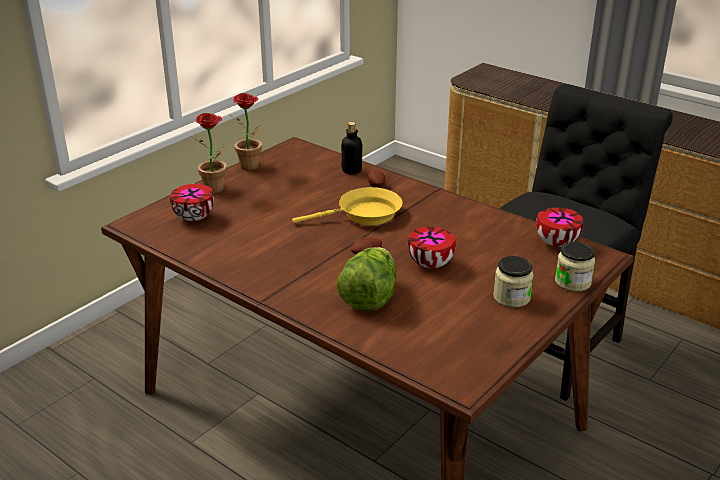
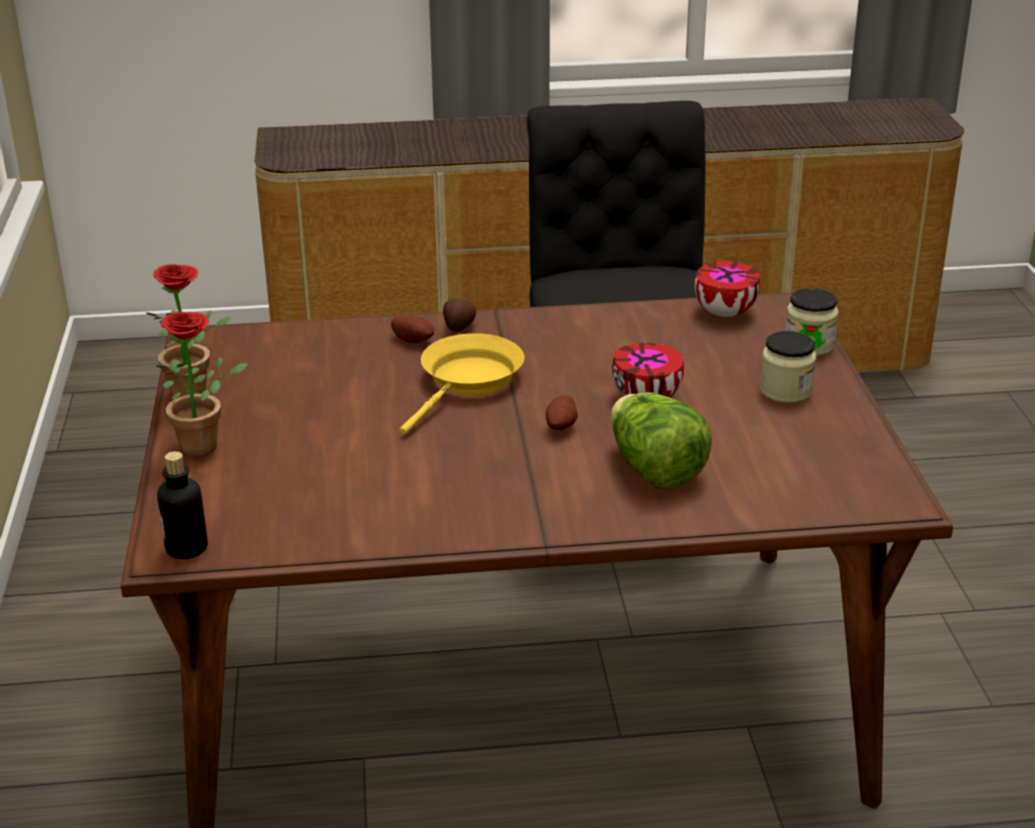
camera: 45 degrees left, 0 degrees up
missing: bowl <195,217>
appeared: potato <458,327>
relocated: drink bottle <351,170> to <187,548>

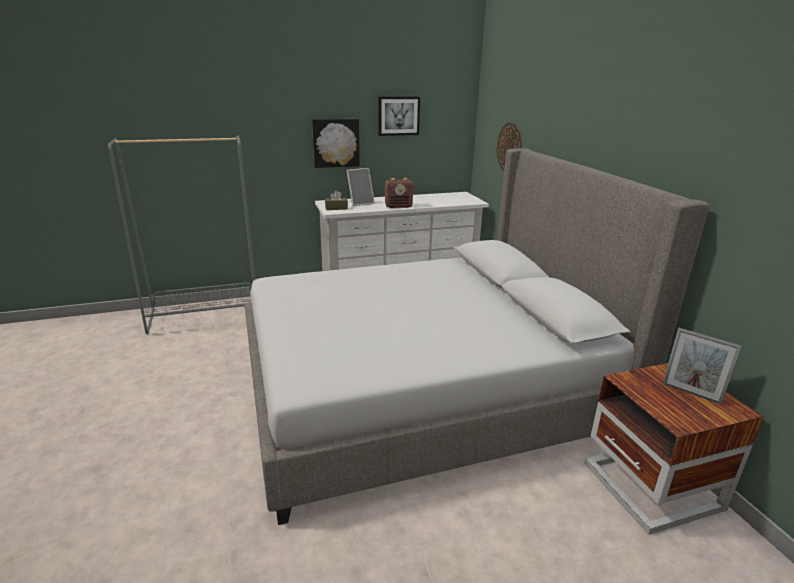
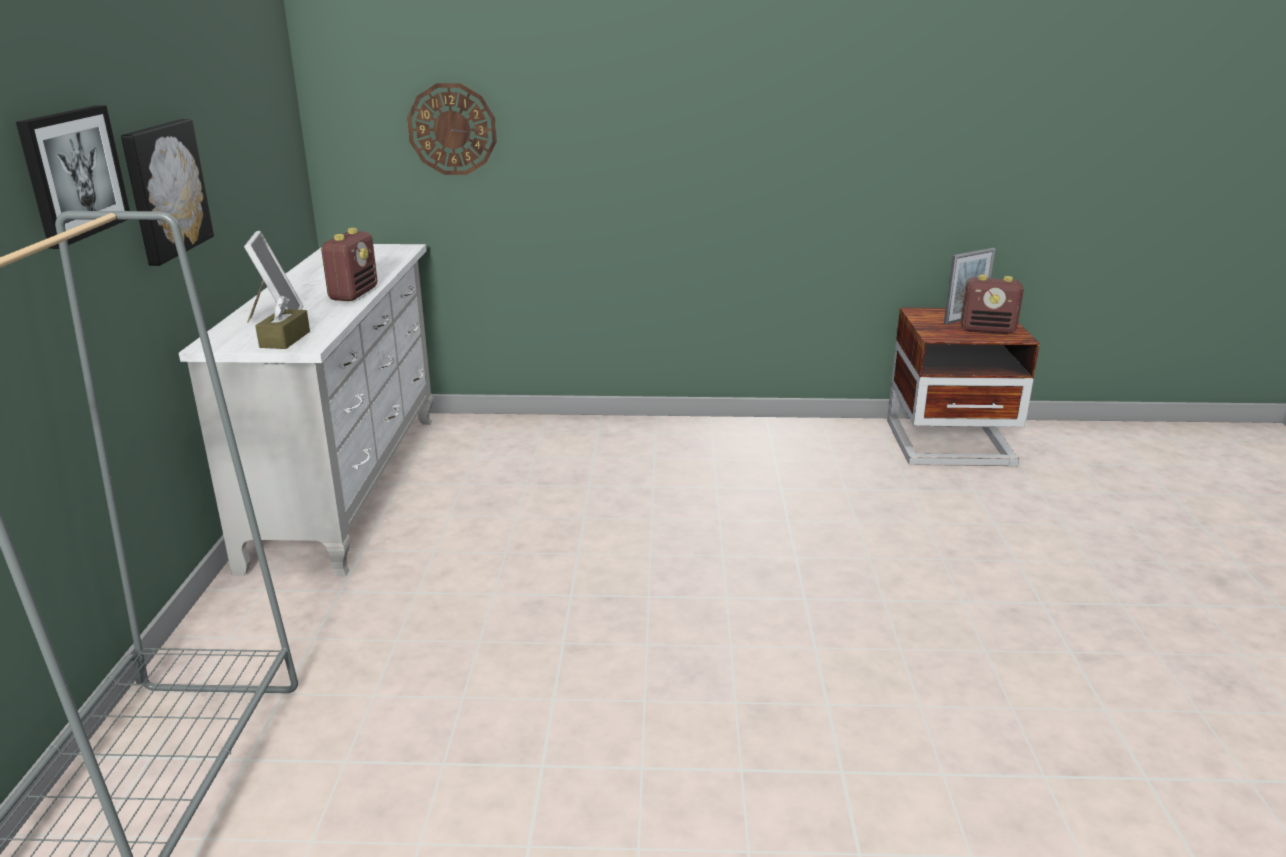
camera: 70 degrees left, 0 degrees up
missing: sleeping bed <423,389>
appeared: radio <988,330>
relocated: picture <398,116> to <73,174>

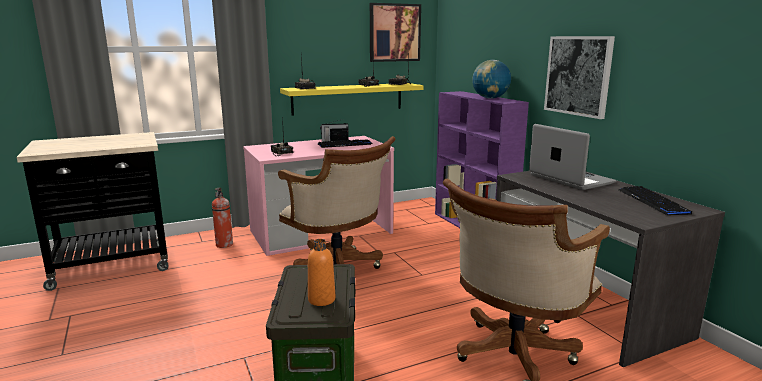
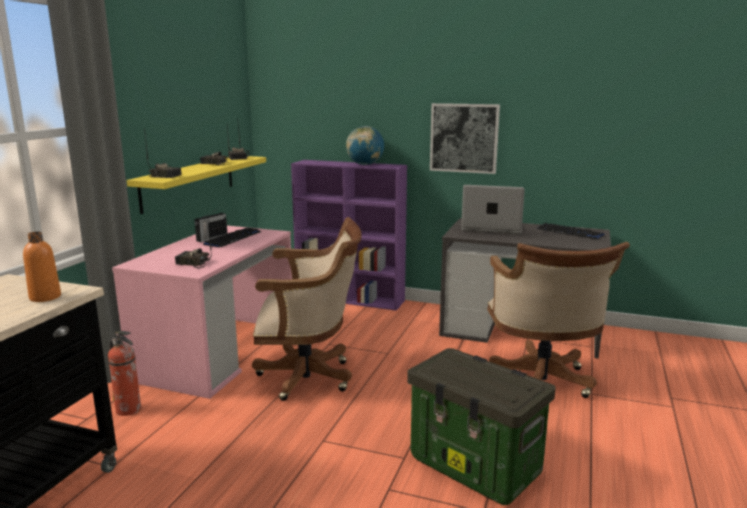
camera: 45 degrees left, 0 degrees up
missing: picture <394,32>
relocated: drink bottle (orange-coloured) <321,299> to <45,297>

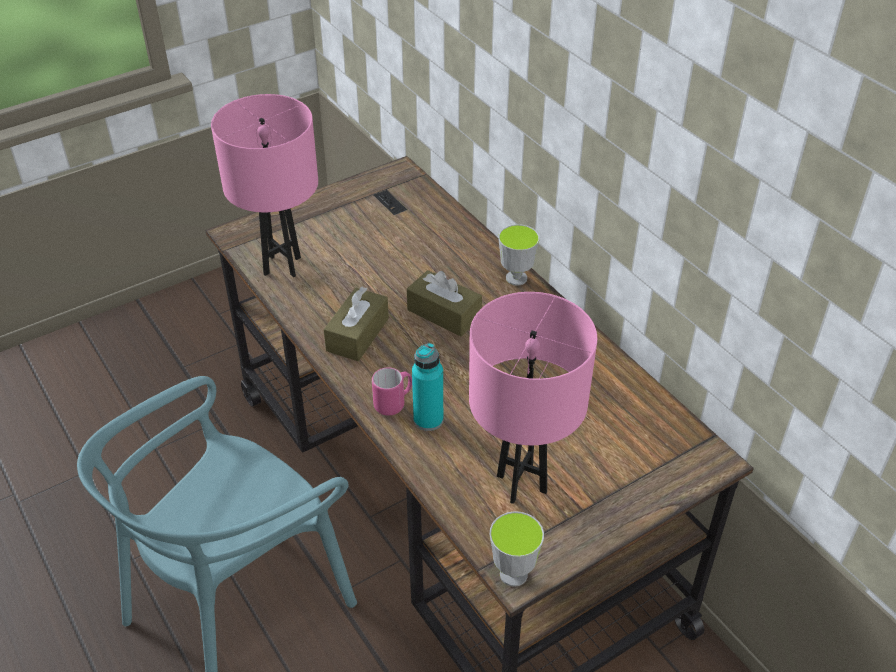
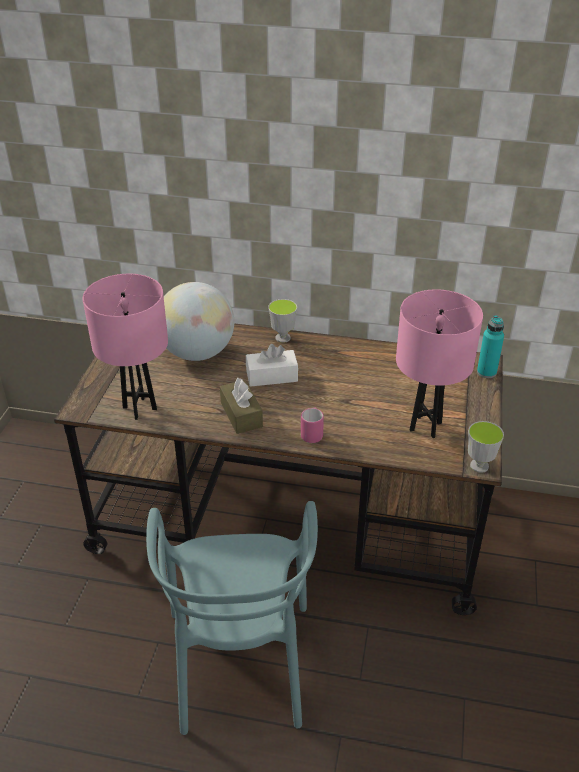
camera: 45 degrees left, 5 degrees down
appeared: world globe <197,353>
relocated: drink bottle (turquoise) <428,419> to <486,372>
colour: box of tissues (brown) <444,313> to box of tissues (whitish) <271,376>

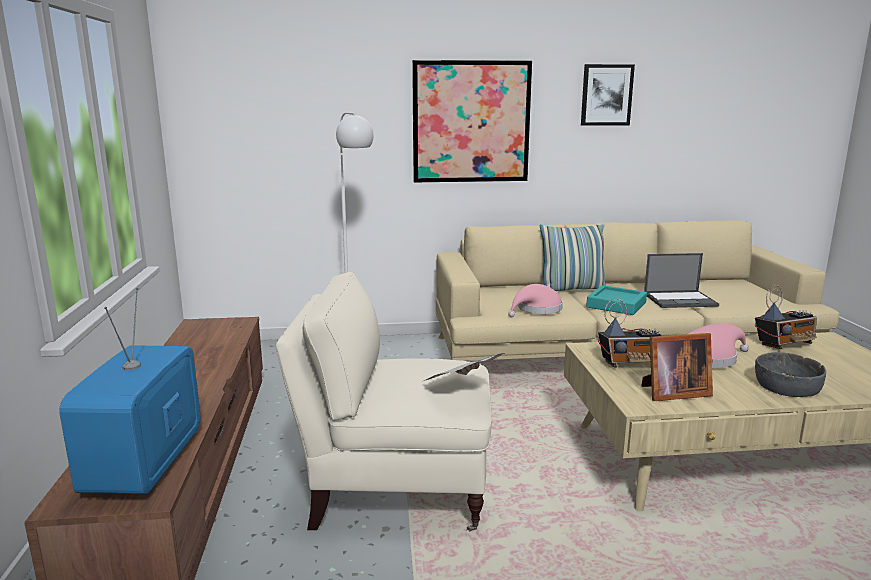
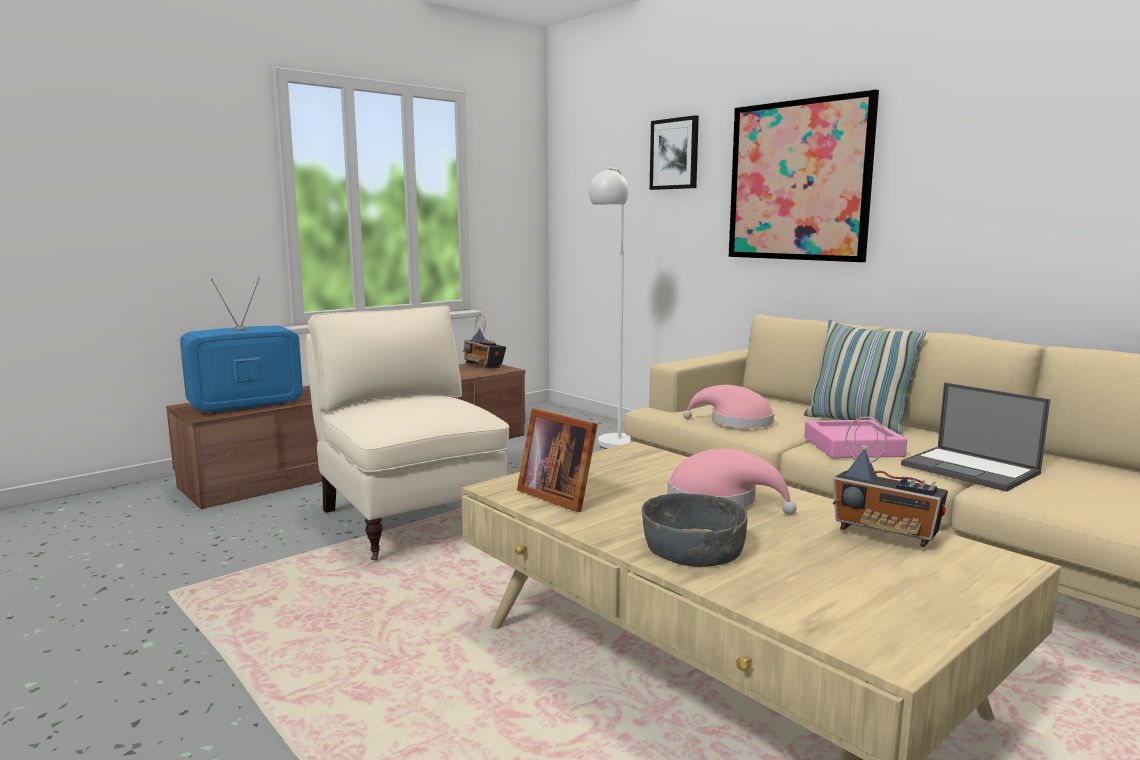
camera: 55 degrees right, 5 degrees down
missing: printed paper <462,388>
relocated: picture <606,95> to <674,154>; radio <630,363> to <484,366>
colour: carrying tray (turquoise) <616,305> to carrying tray (pink-coloured) <852,447>

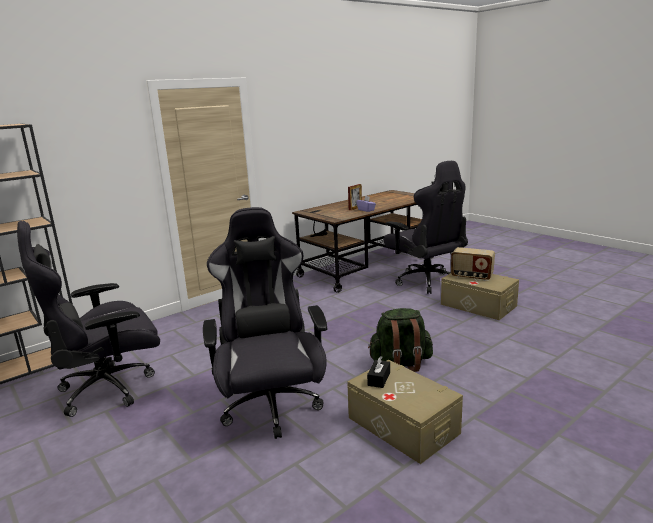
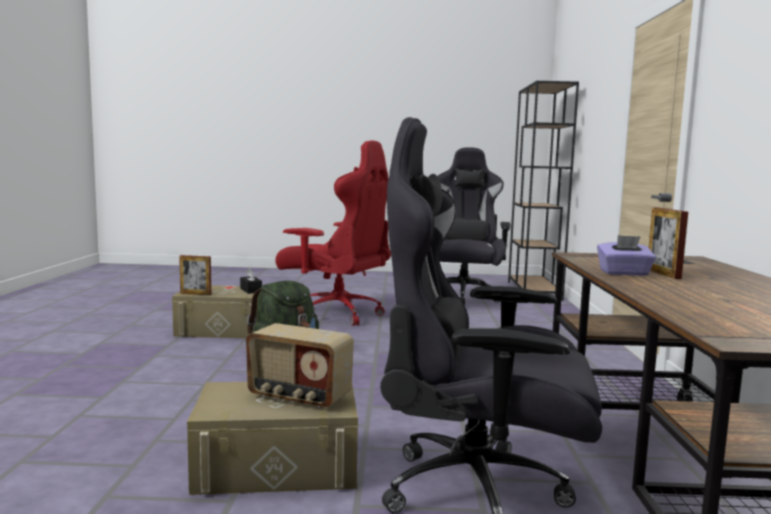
camera: 130 degrees right, 10 degrees down
appeared: standing frame <195,293>
colour: computer chair (black) <273,411> to computer chair (red) <333,314>
spun: radio <471,276> = <298,397> 135 degrees counterclockwise

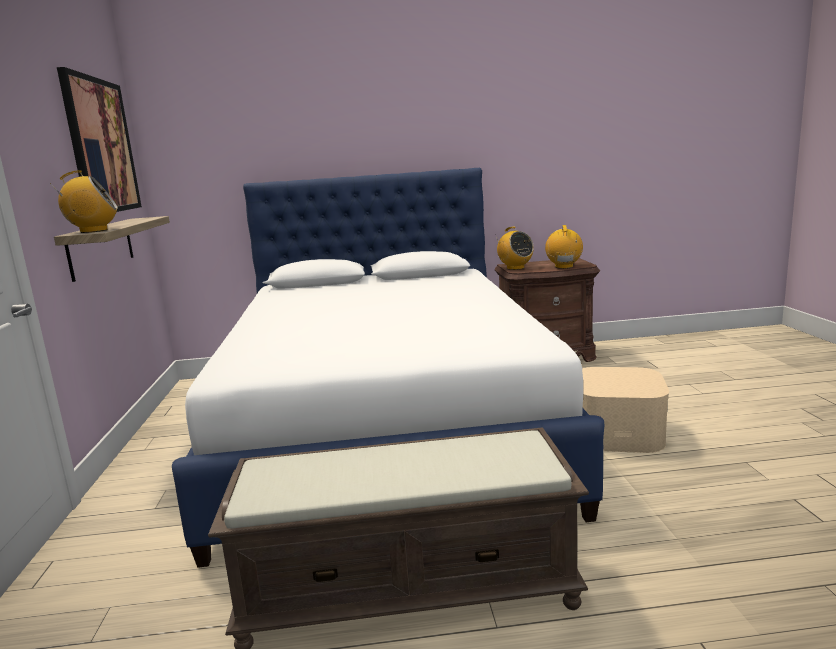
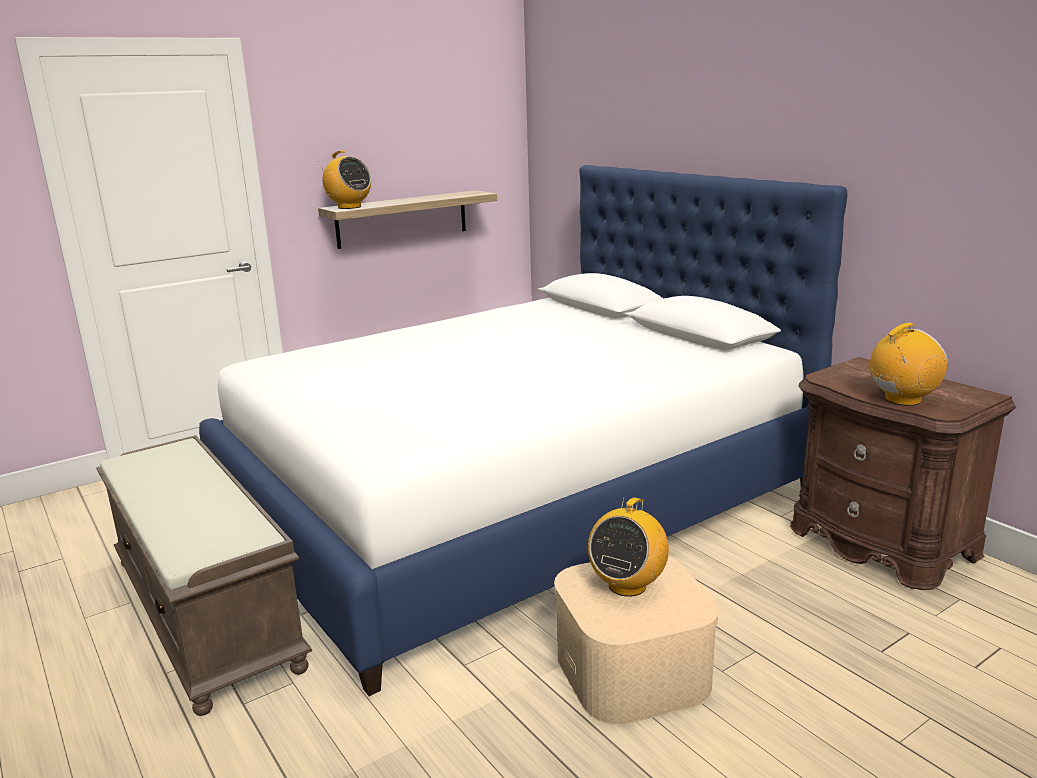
camera: 60 degrees right, 5 degrees up
missing: picture <101,146>
relocated: radio <515,268> to <627,585>

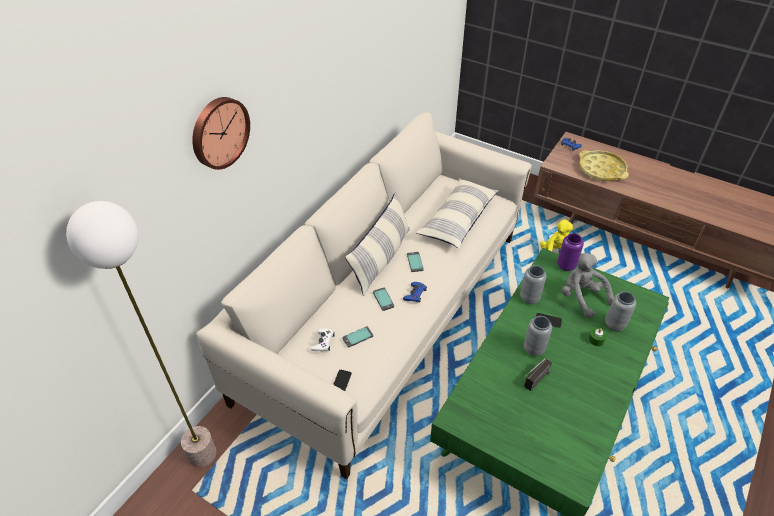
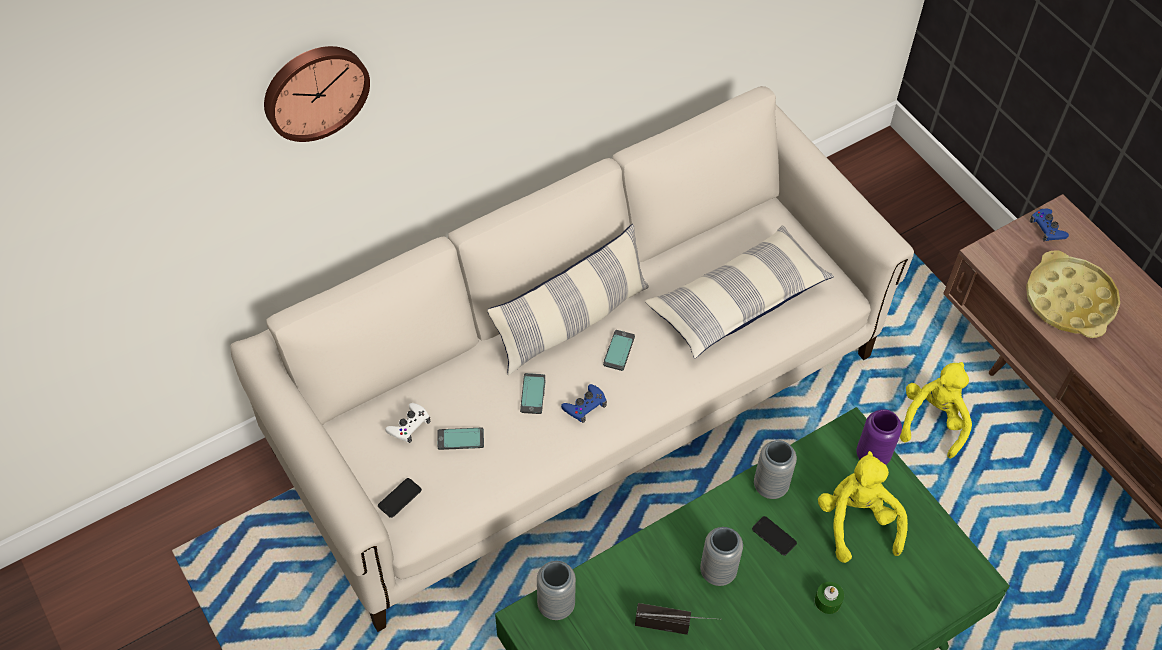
camera: 25 degrees right, 10 degrees up
missing: floor lamp <202,453>
relocated: flower vase (grey) <614,324> to <556,605>
colour: plush toy (grey) <581,297> to plush toy (yellow) <857,521>
spun: radio <532,385> = <676,625> 150 degrees counterclockwise

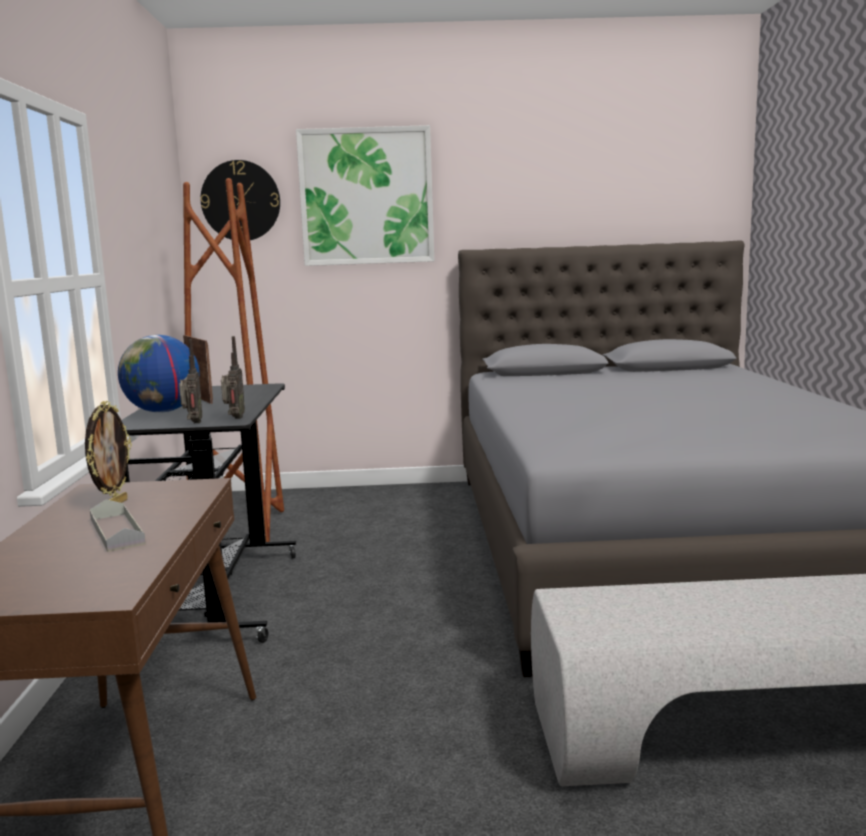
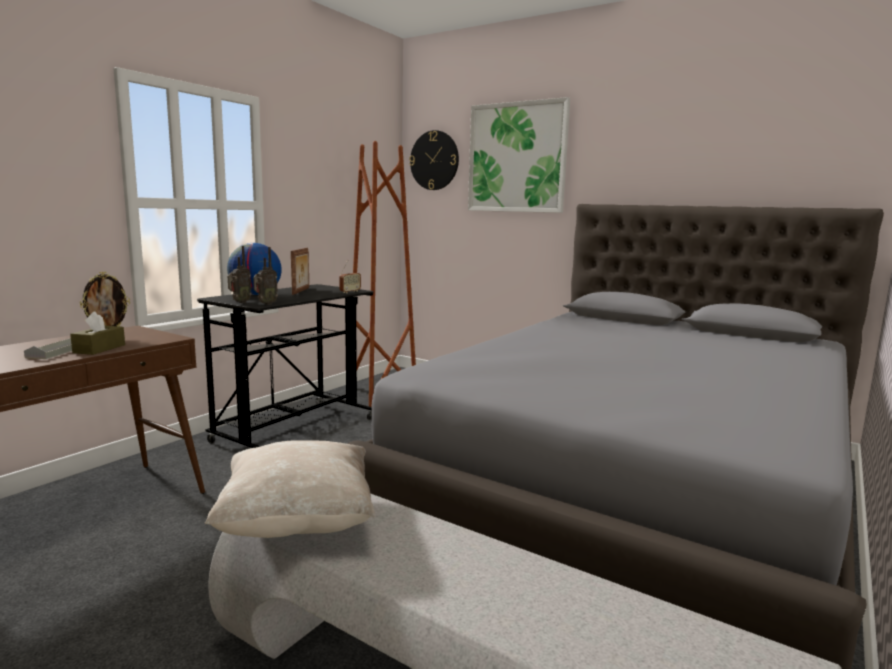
camera: 35 degrees right, 0 degrees up
appeared: radio <350,292>; box of tissues (brown) <99,349>; throw pillow (beige) <297,522>

